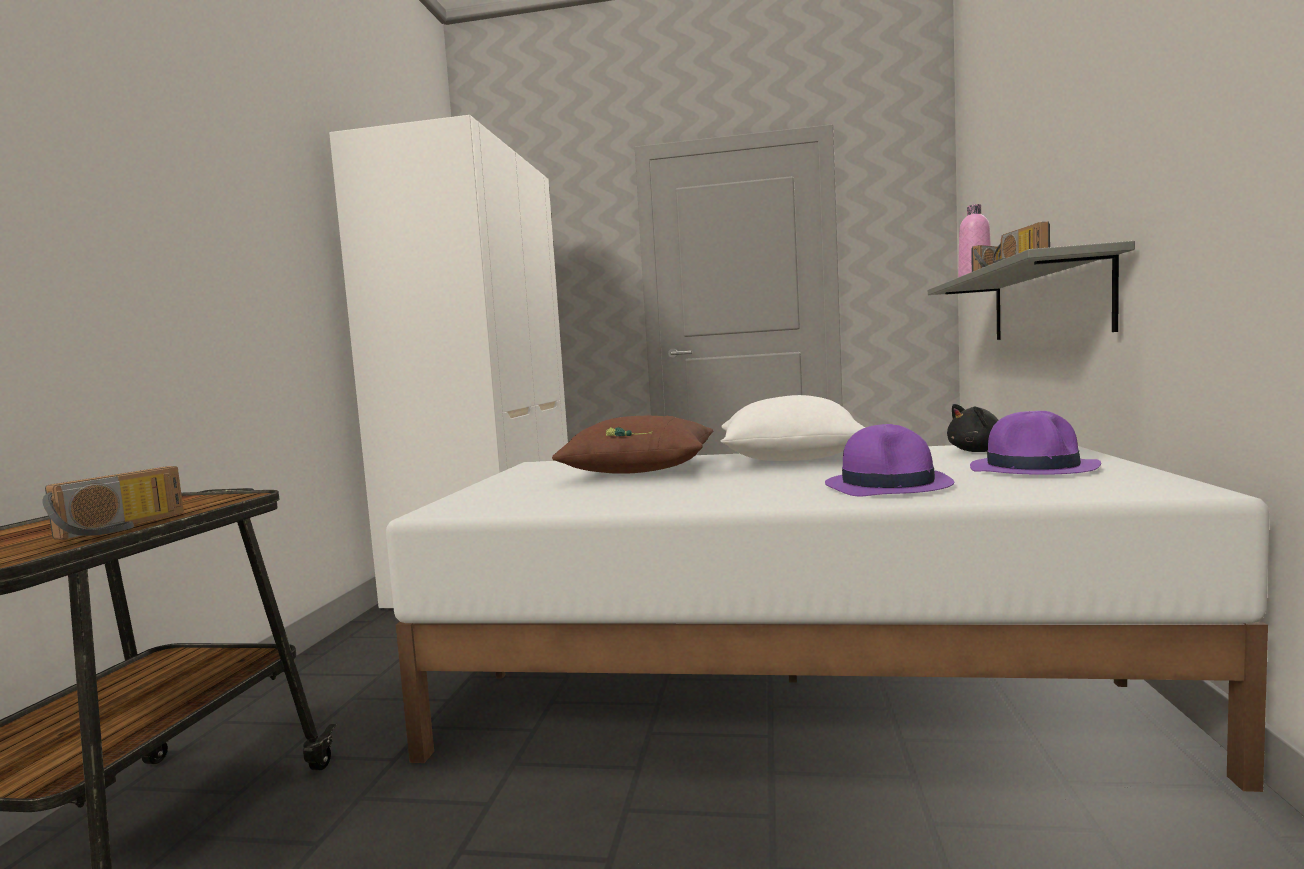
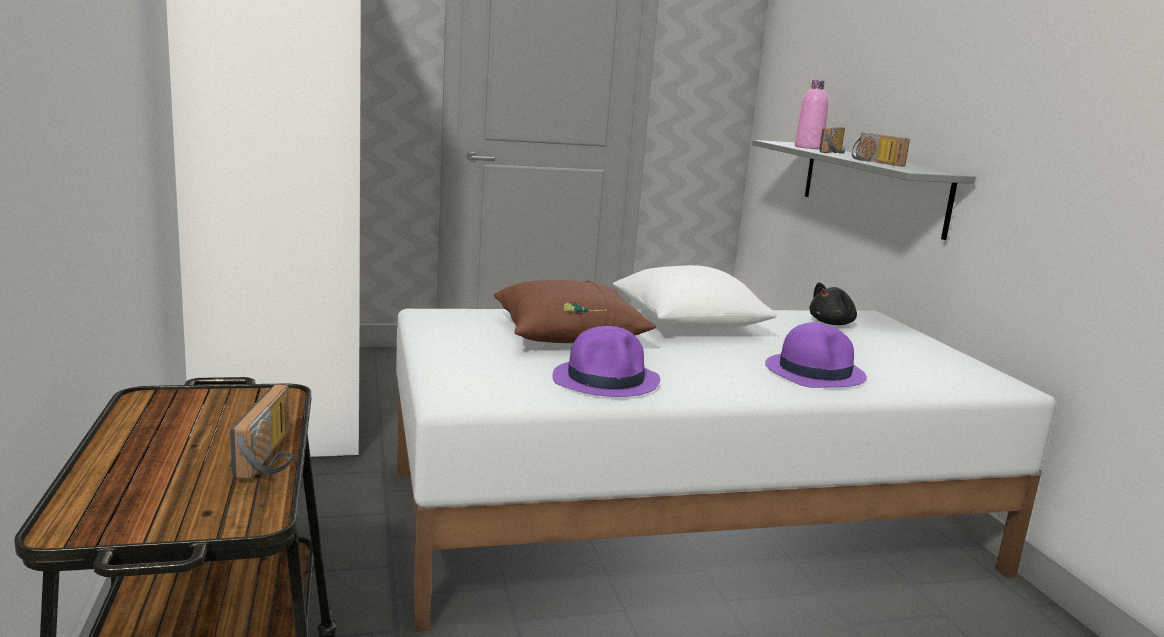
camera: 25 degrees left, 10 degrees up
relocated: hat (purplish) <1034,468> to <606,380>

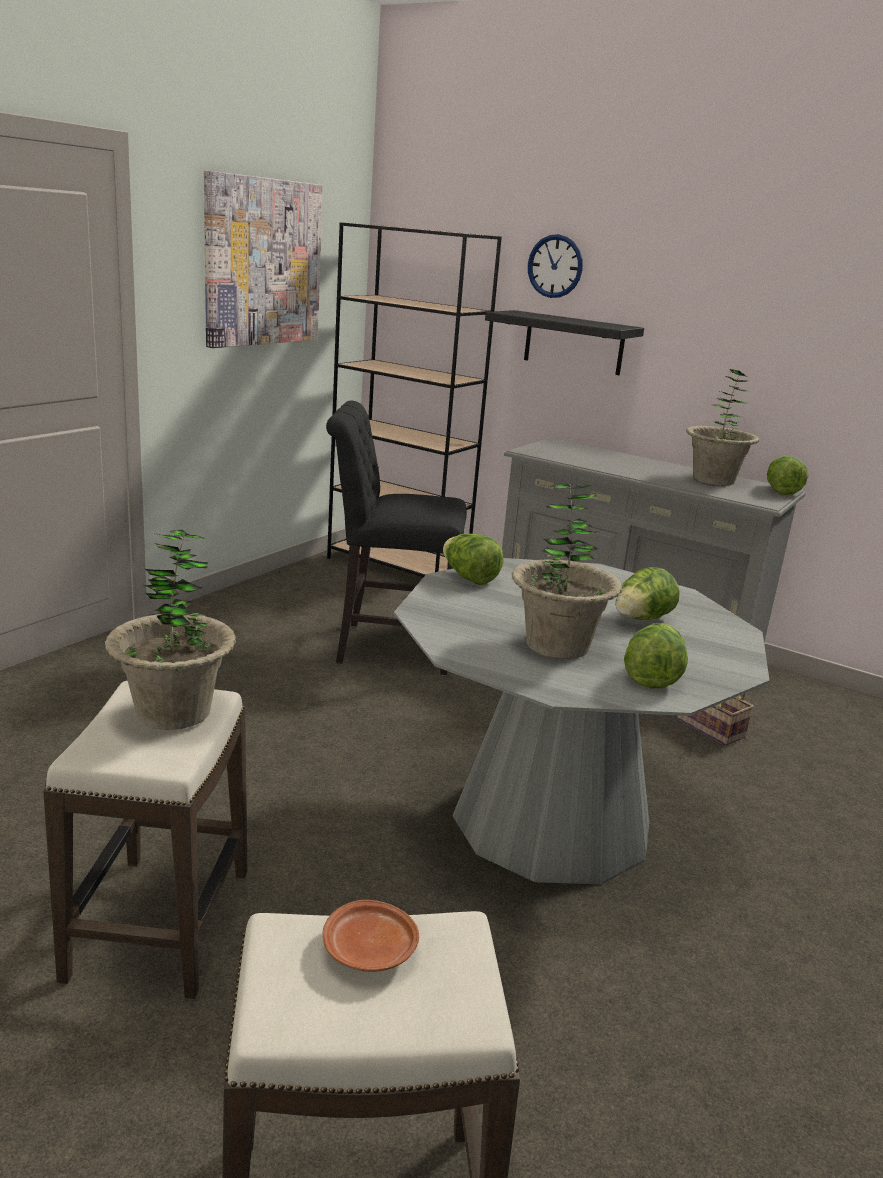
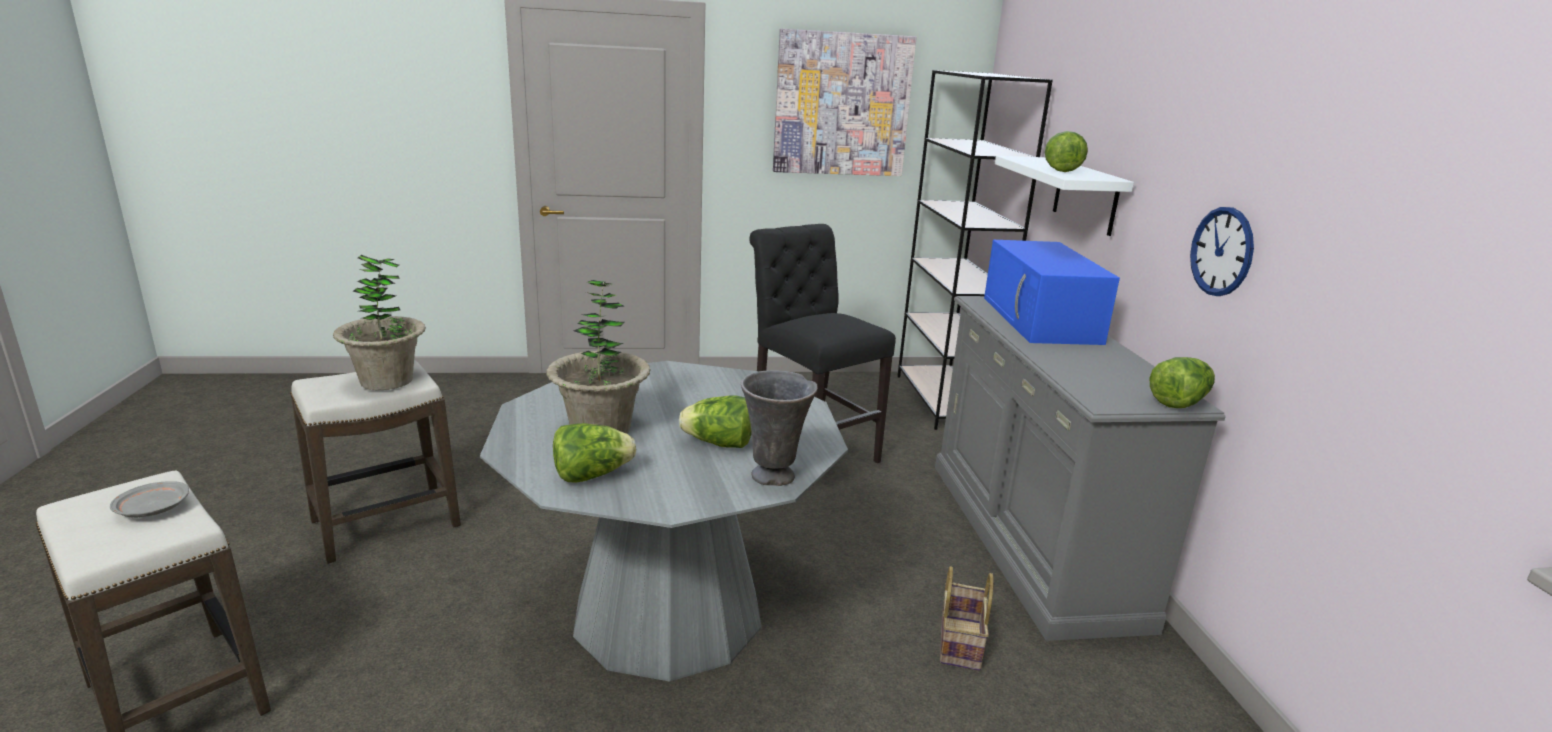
camera: 50 degrees right, 0 degrees up
missing: houseplant <713,480>
appeared: microwave oven (bluish) <1041,320>; flower vase (grey) <774,477>
relocated: clock on the wall <555,266> to <1221,251>; lettuce head <469,578> to <1060,170>
colour: wall shelf (black) <574,343> to wall shelf (whitish) <1085,196>; flat dish (brown) <370,950> to flat dish (grey) <152,509>

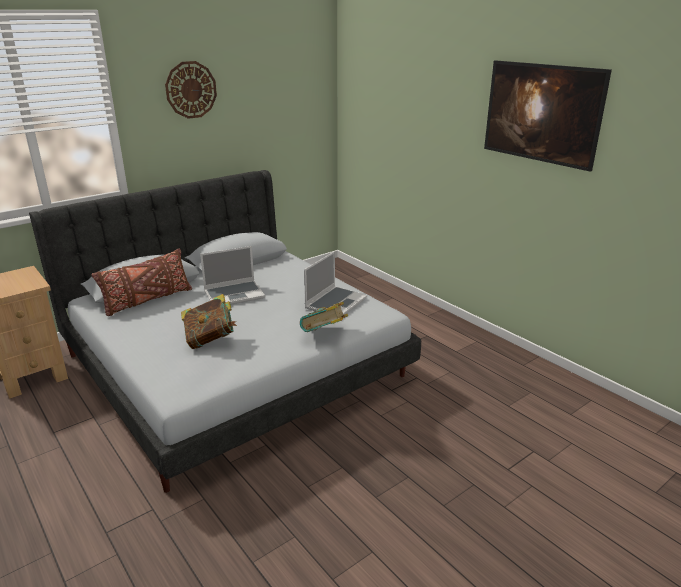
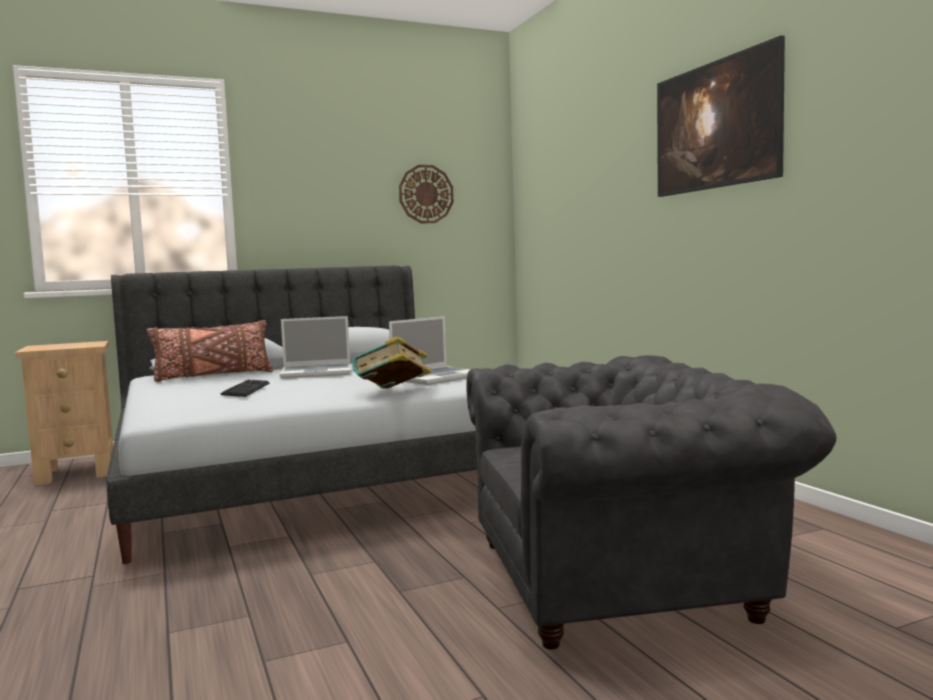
camera: 15 degrees right, 20 degrees down
appeared: lounge chair (grey) <622,578>
relocated: clock on the wall <191,90> to <426,194>
exchanged: bound book <210,340> to PC keyboard <246,390>

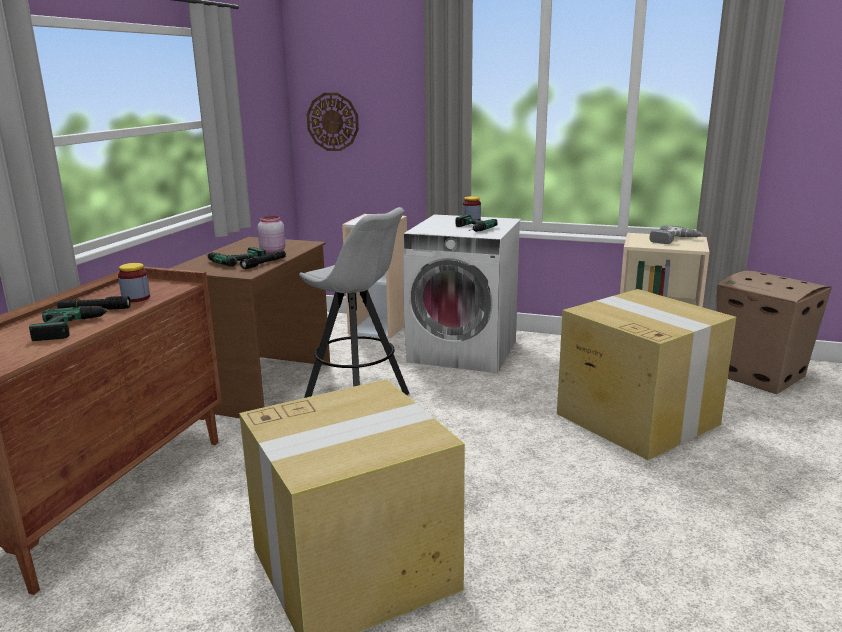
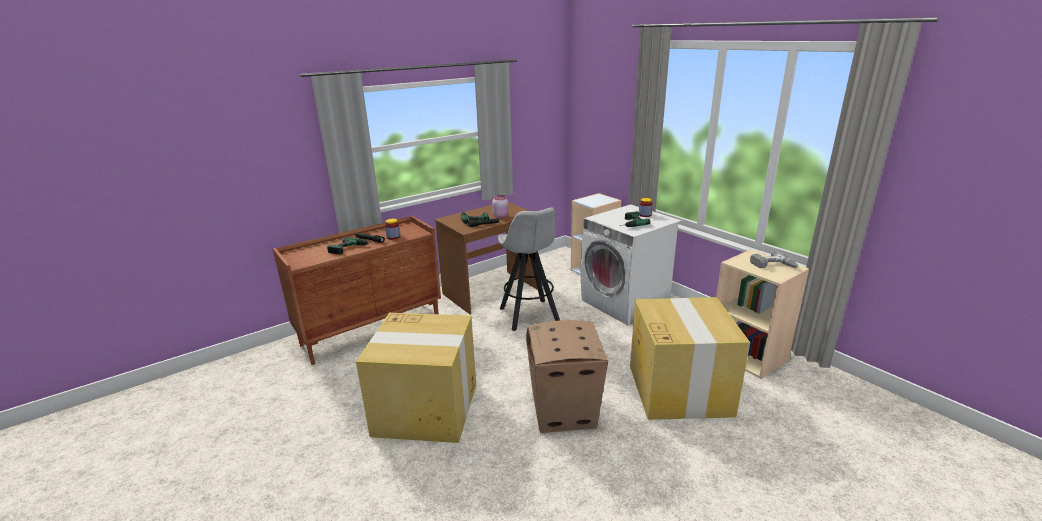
camera: 35 degrees right, 5 degrees up
missing: clock on the wall <333,122>
relocated: cardboard box <760,375> to <564,412>

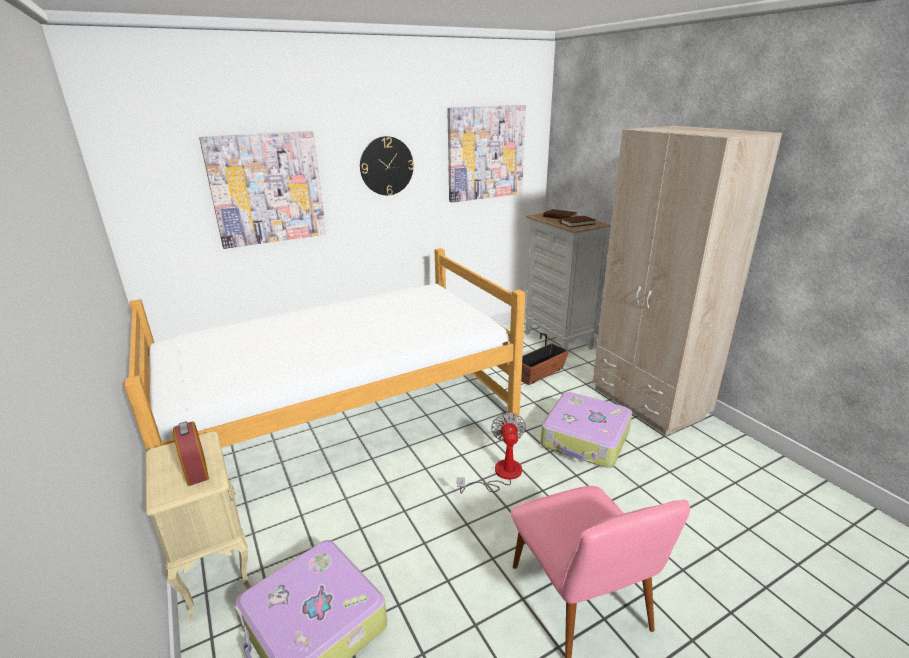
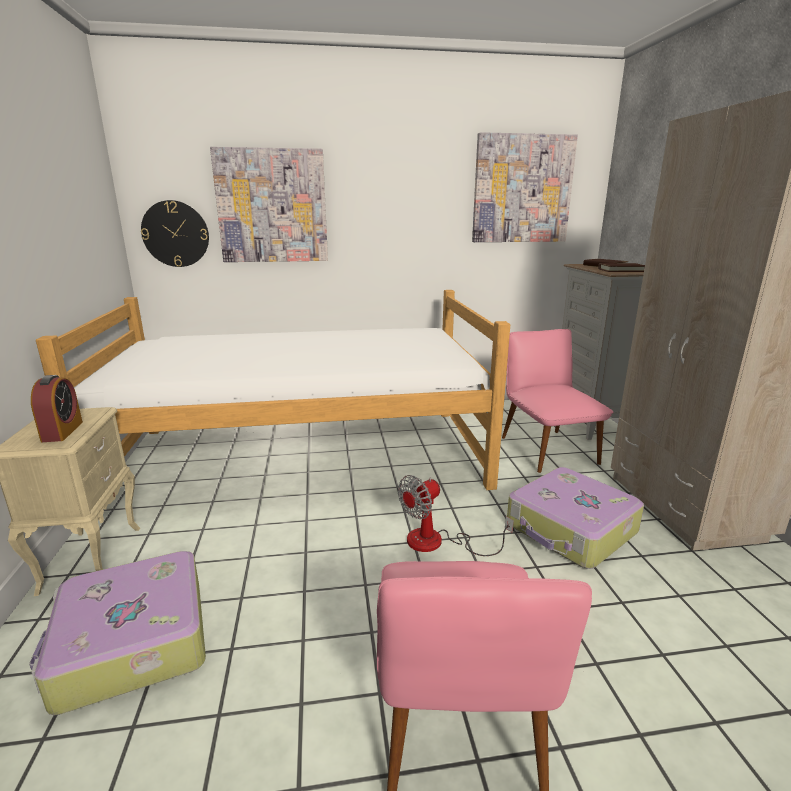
camera: 20 degrees right, 5 degrees down
relocated: clock on the wall <386,166> to <175,234>
exchanged: planter <539,373> to upright chair (pink-coloured) <548,450>
spun: fan <500,474> = <438,542> 150 degrees counterclockwise

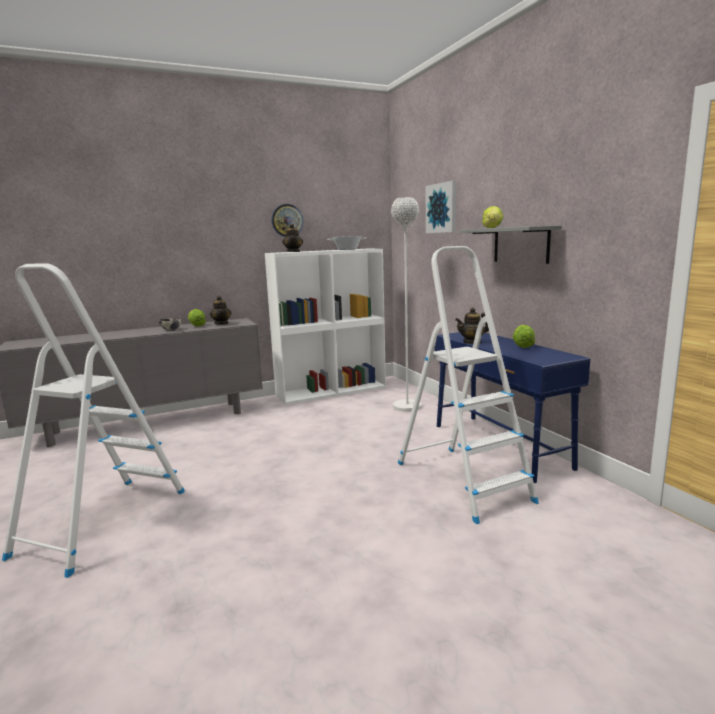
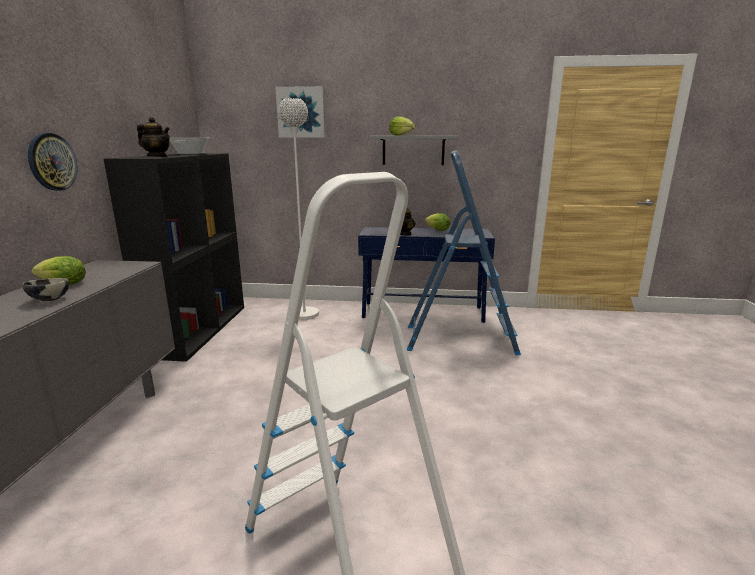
camera: 60 degrees left, 5 degrees up
missing: pot for tea <221,323>
relocated: clock on the wall <287,220> to <52,162>
colour: step stool (whitish) <462,481> to step stool (bluish) <461,340>; shelving unit (whitish) <331,391> to shelving unit (black) <199,329>

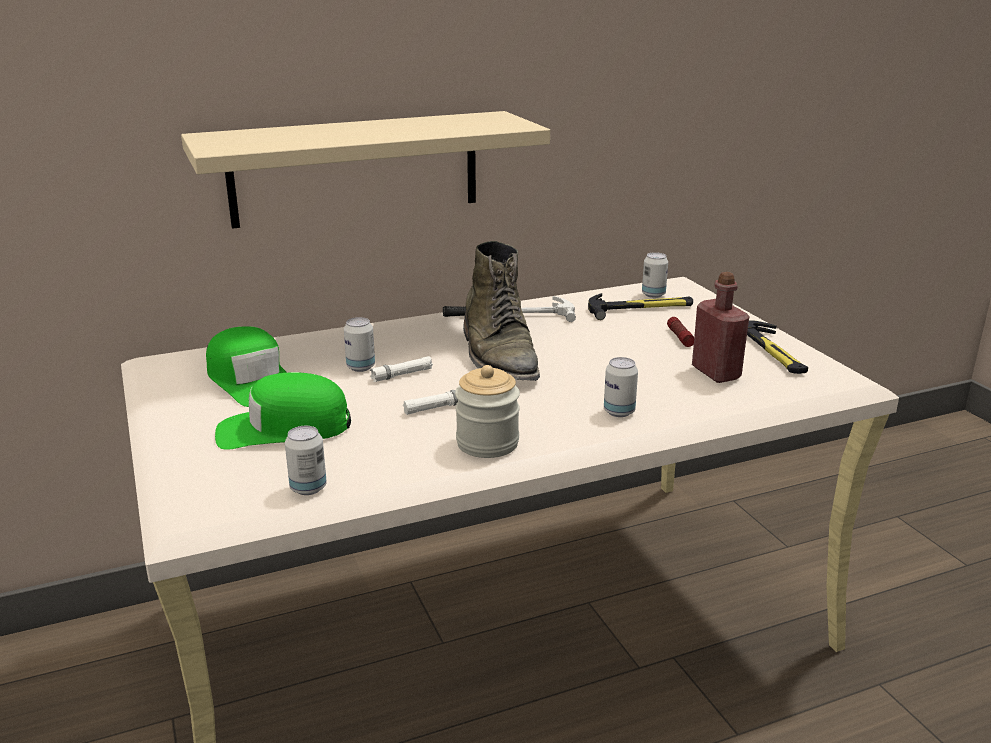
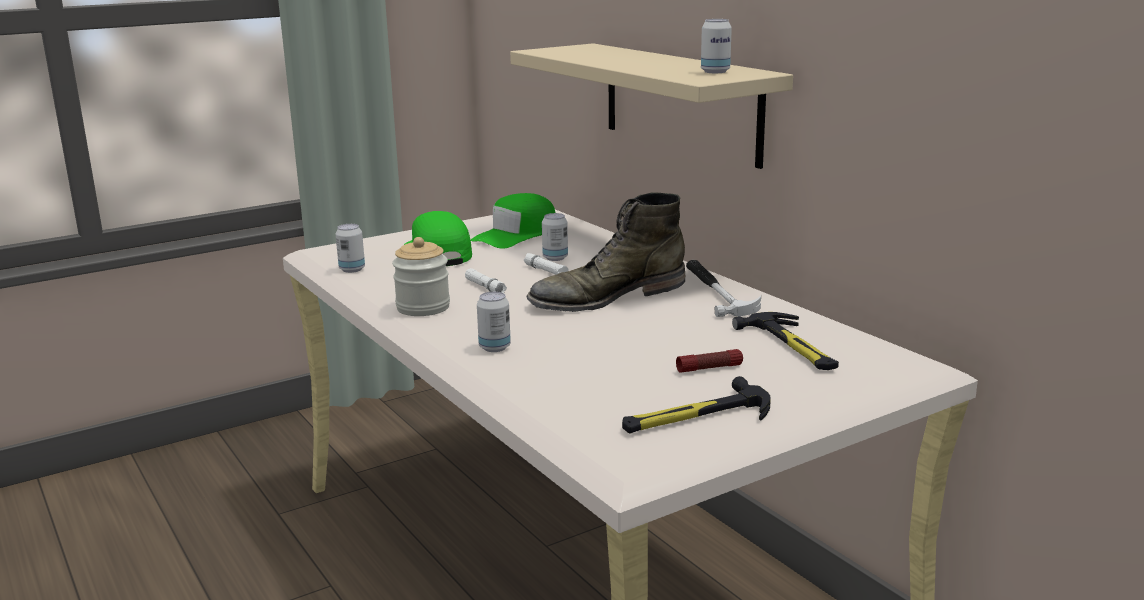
camera: 80 degrees right, 5 degrees down
missing: drink bottle (red) <716,373>
relocated: can <653,294> to <715,72>

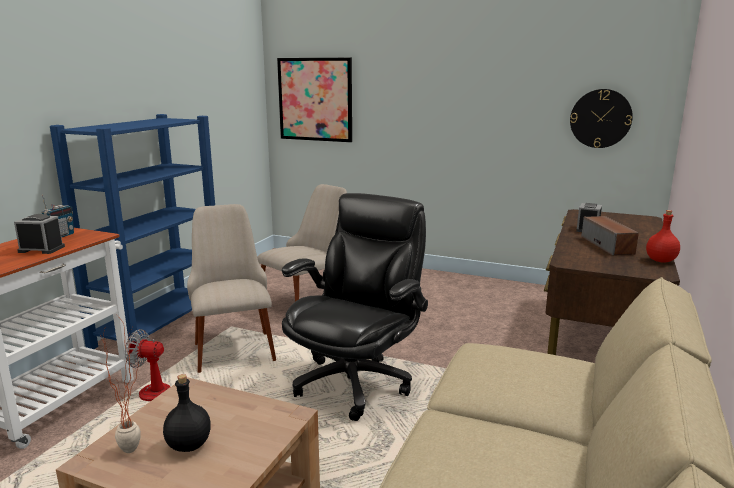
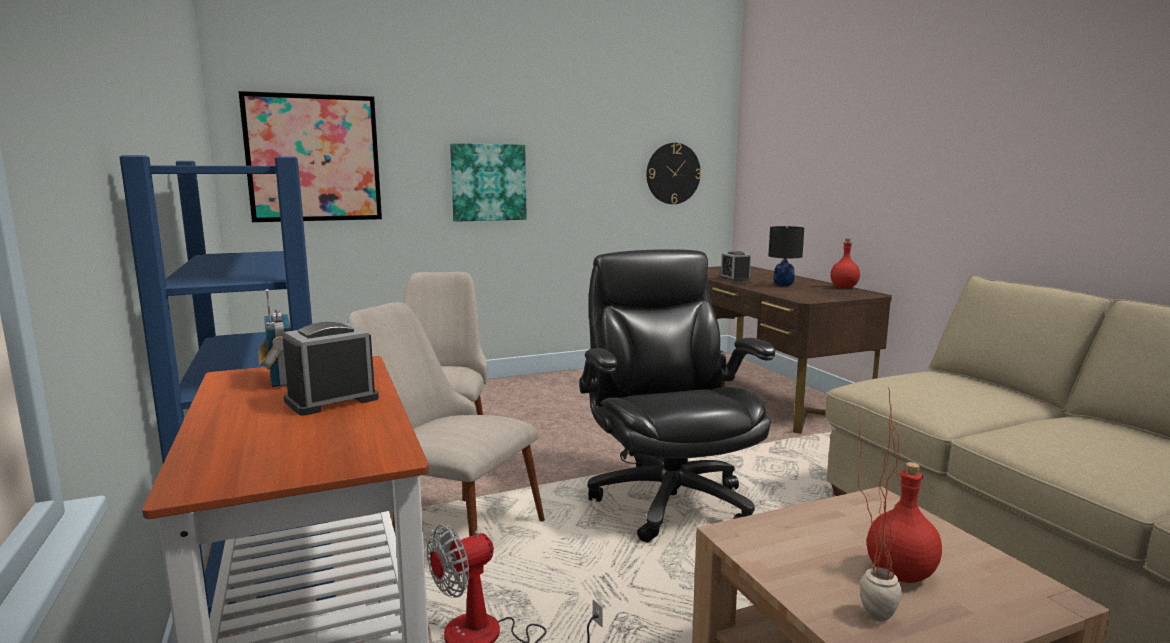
camera: 45 degrees left, 5 degrees down
appeared: picture <488,182>
exchanged: audio speaker <607,245> to tabletop lamp (black) <784,285>
colour: drink bottle (black) <189,445> to drink bottle (red) <901,573>

